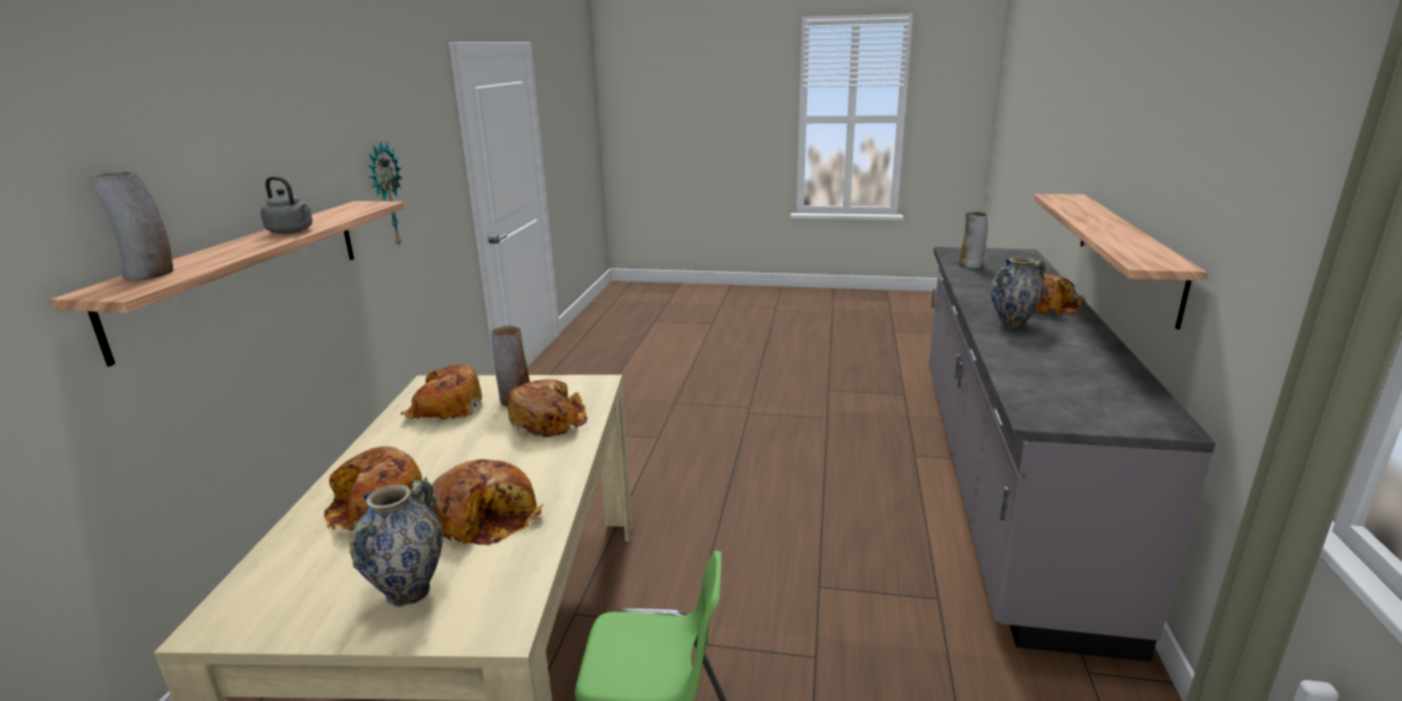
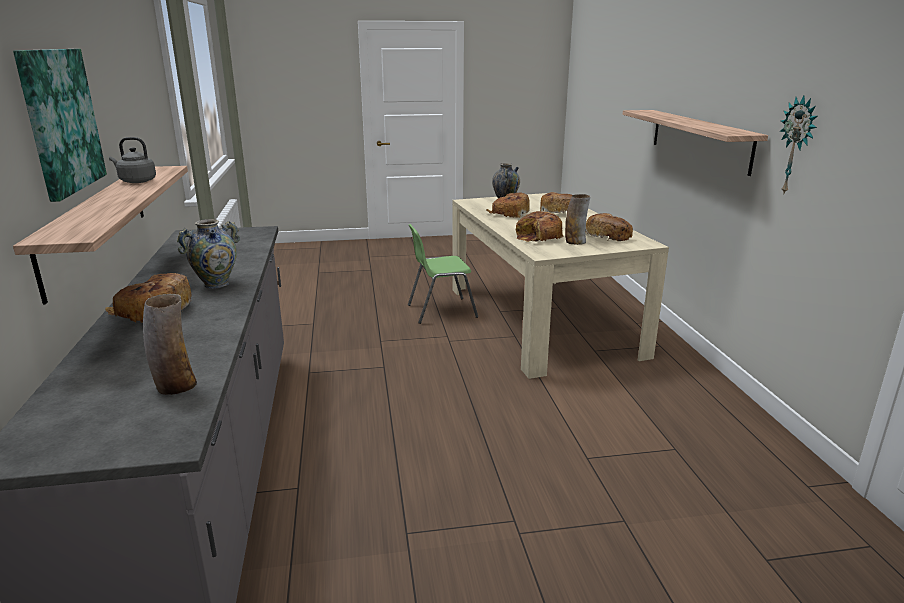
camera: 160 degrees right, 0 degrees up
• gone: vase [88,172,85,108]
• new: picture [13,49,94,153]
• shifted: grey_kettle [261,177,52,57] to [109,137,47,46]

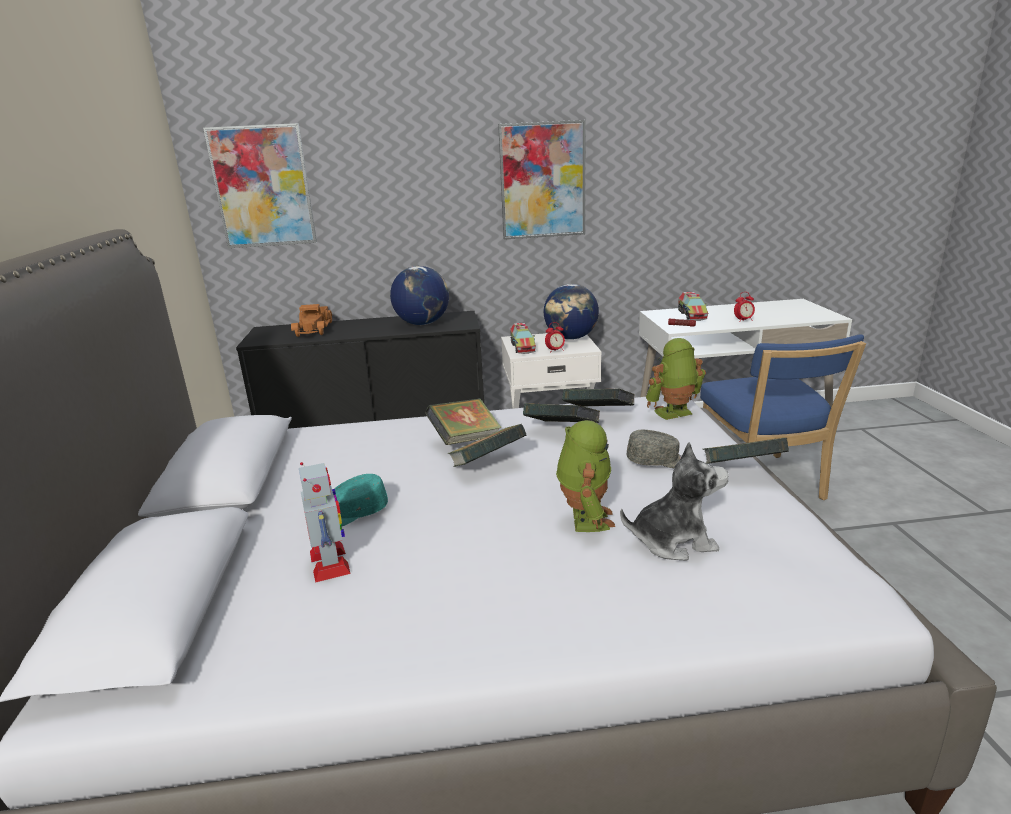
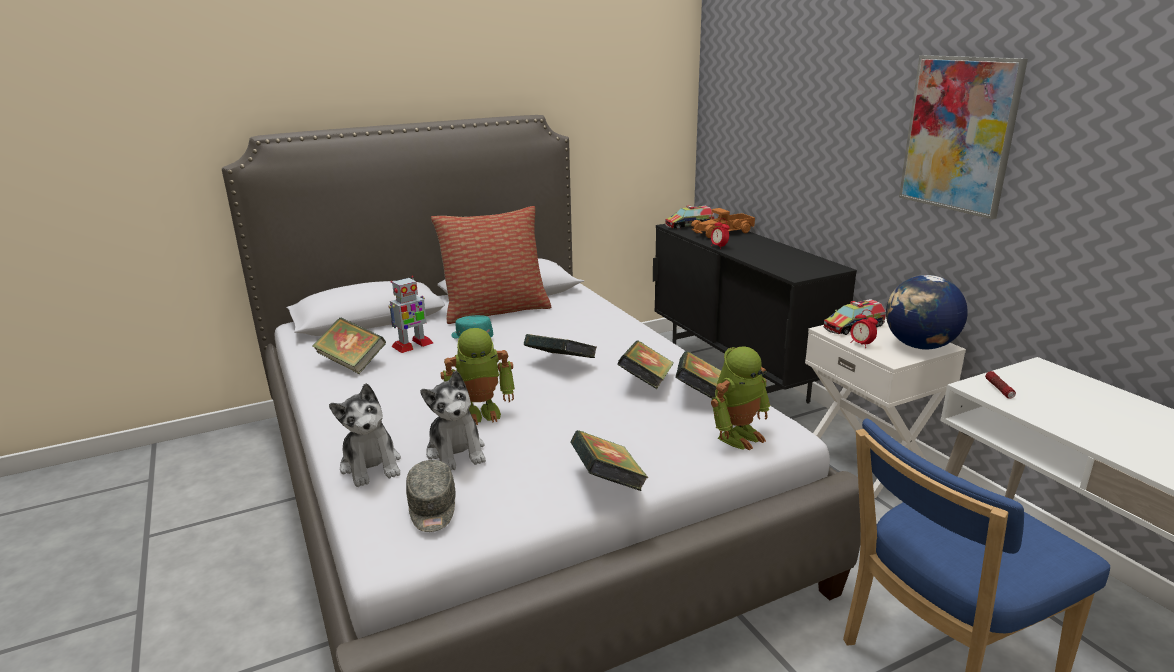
camera: 70 degrees right, 0 degrees up
• gone: picture [203,123,114,125]
• gone: globe [390,266,59,59]
• new: plush_toy [329,383,72,104]
• new: pillow [431,206,120,118]
• shifted: book [425,398,77,47] to [312,317,74,57]
• shifted: grey_cap [626,430,56,38] to [406,460,50,72]
• shifted: toy_truck [678,292,30,29] to [665,205,49,25]
• shifted: alarm_clock [734,292,21,30] to [711,218,19,31]
• rotated: toy_robot [646,338,60,82] = [711,346,60,104] 90 degrees clockwise

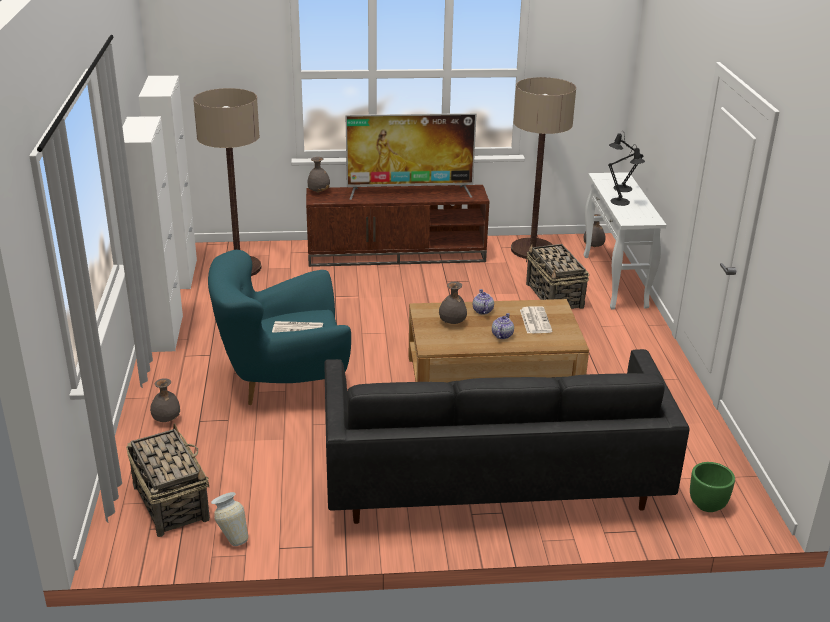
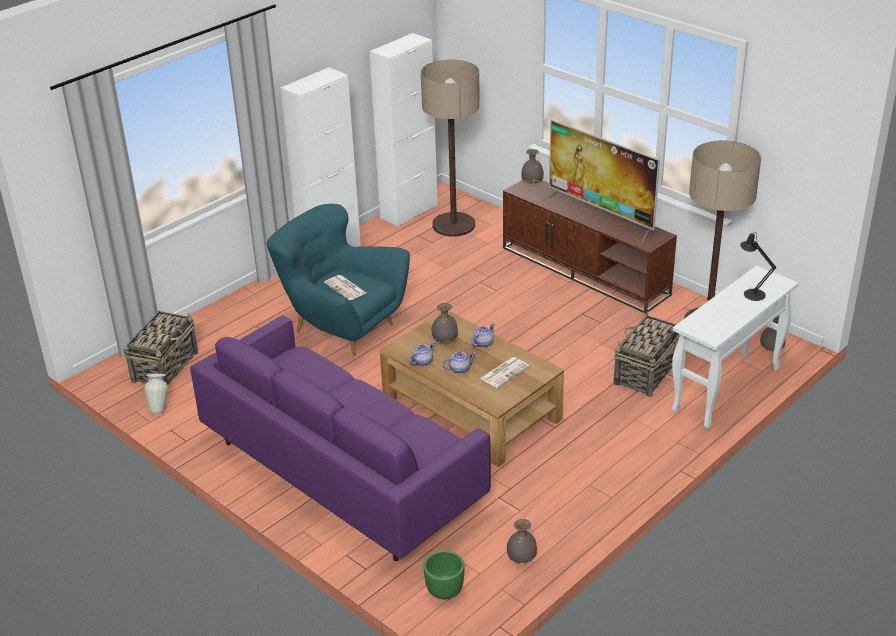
camera: 50 degrees right, 5 degrees up
• gone: black_table_lamp [608,144,37,62]
• new: teapot [409,342,26,24]
• shifted: grey_vase [150,378,30,44] to [507,519,30,44]
• repainted: black_sofa [325,349,365,175] to purple_sofa [190,315,301,246]

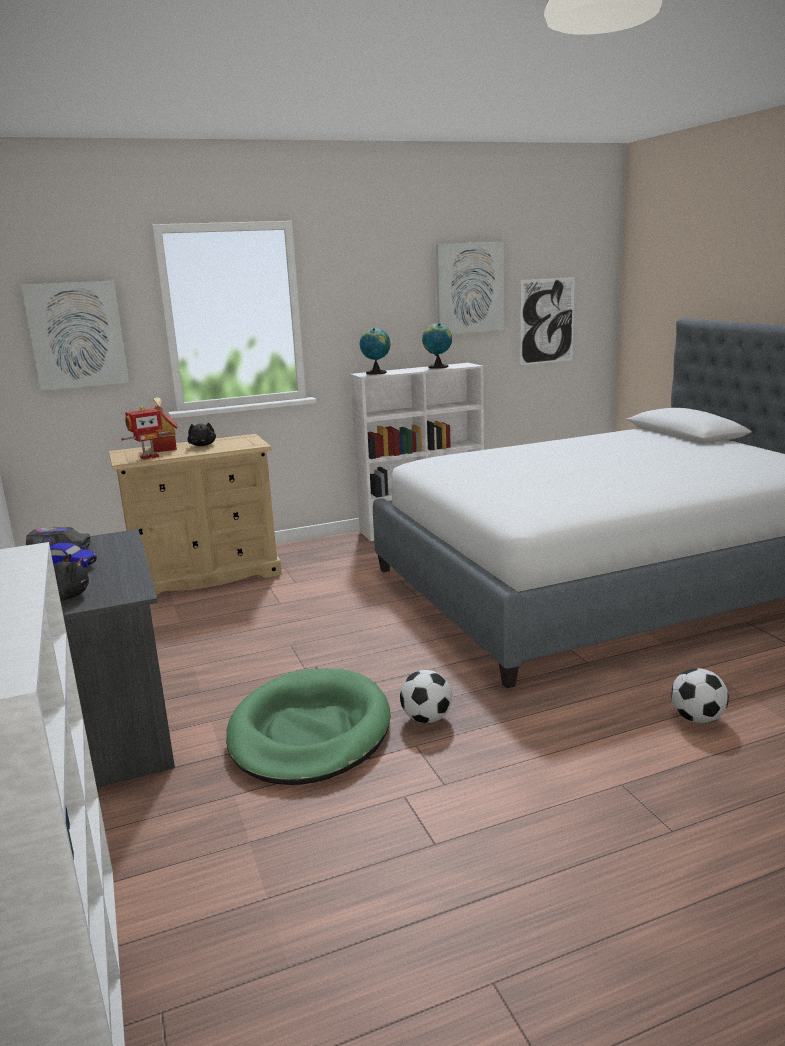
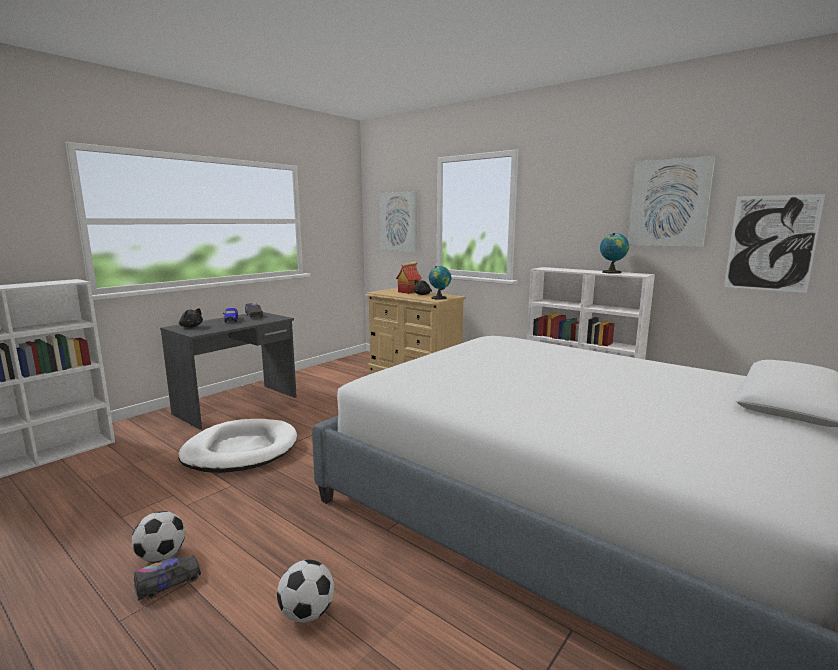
camera: 60 degrees right, 5 degrees down
• gone: toy_robot [121,406,49,54]
• new: toy_truck [134,555,67,45]
• shifted: globe [360,328,31,47] to [429,266,22,34]
• shifted: football [400,670,52,53] to [132,511,53,51]
• repainted: green_dog_bed [226,668,165,117] to white_dog_bed [178,419,119,54]

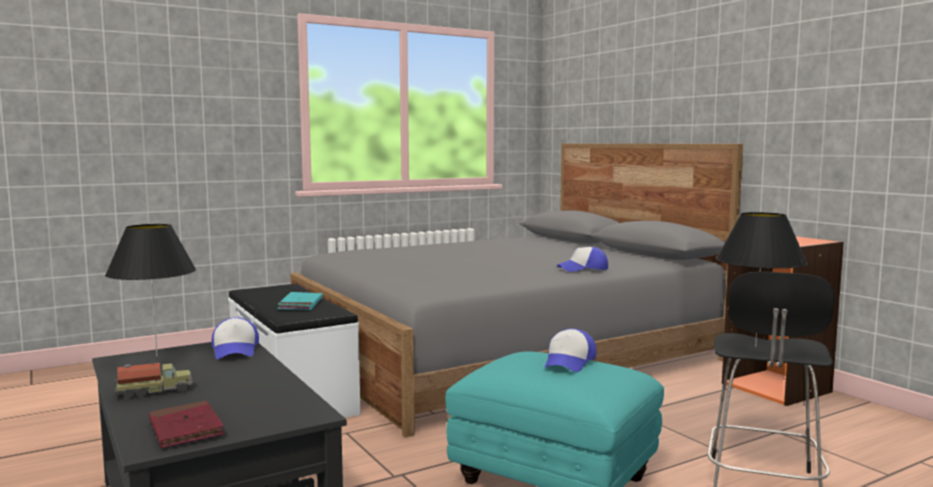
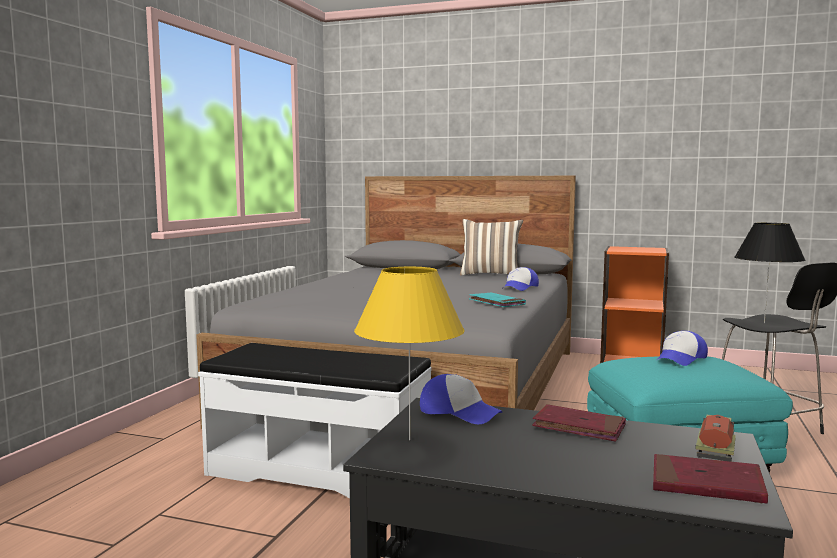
camera: 40 degrees left, 0 degrees up
• new: pillow [460,219,63,57]
• new: red_book [532,404,94,38]
• shifted: toy_truck [115,362,77,37] to [695,415,41,46]
• shifted: turquoise_book [278,292,44,18] to [469,292,57,15]
• repainted: black_table_lamp [105,224,91,133] to yellow_table_lamp [354,267,111,174]
• rotated: cap [545,329,52,43] = [657,331,51,35] 60 degrees clockwise

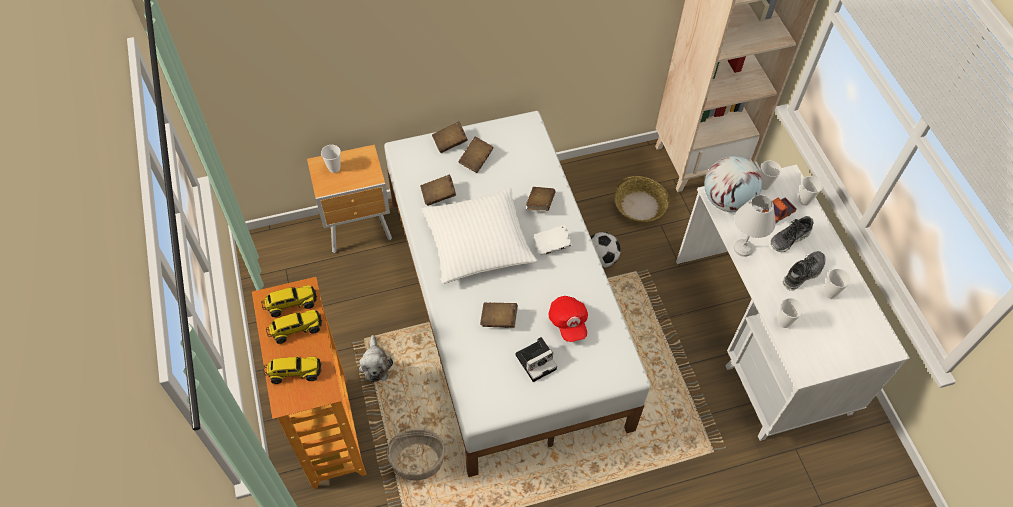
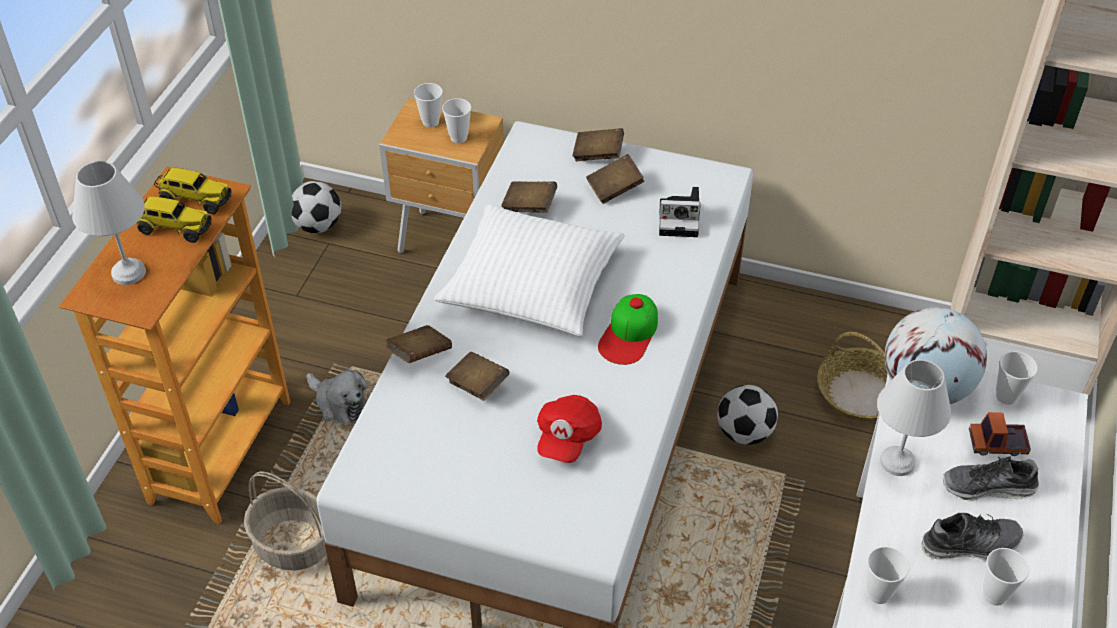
camera: 35 degrees right, 10 degrees down
• new: football [292,181,49,52]
• shifted: photo_camera [516,337,41,45] to [659,187,41,50]
• shifted: brown_book [526,187,30,24] to [386,325,66,38]
• shifted: cup [799,176,24,30] to [442,98,29,45]
• swapped: toy_truck [264,357,58,27] to white_table_lamp [72,161,74,124]
• swapped: white_book [534,224,38,32] to cap [598,294,60,71]
• rotated: plush_toy [359,335,34,47] = [306,370,62,53] 75 degrees counterclockwise

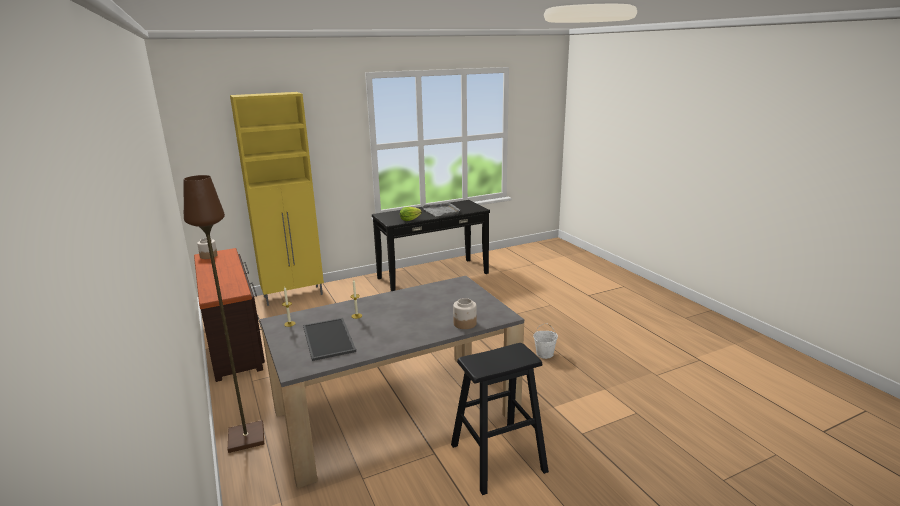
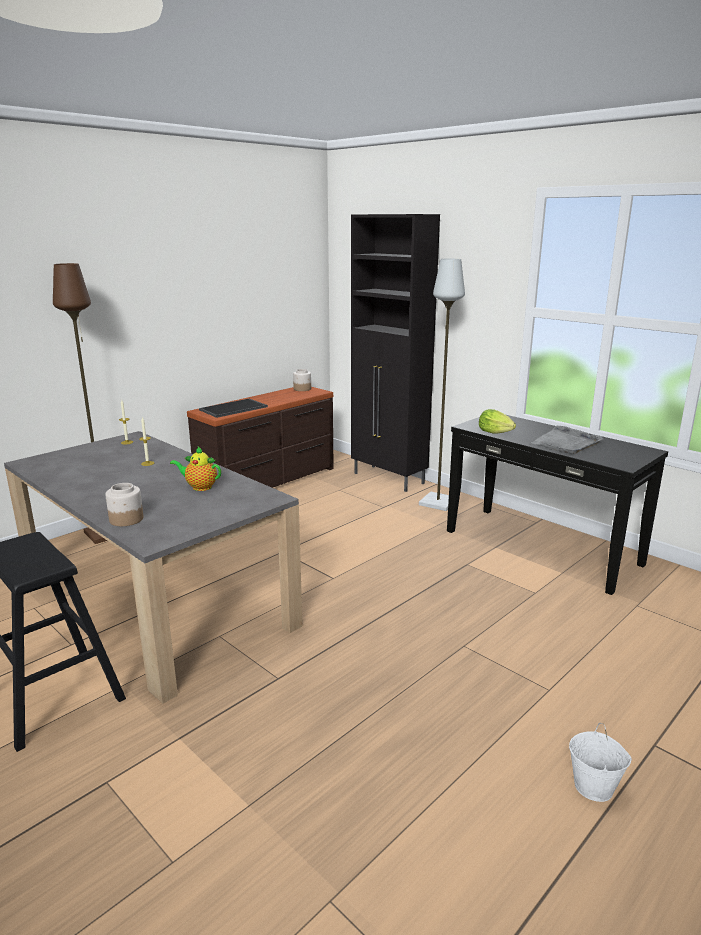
camera: 70 degrees right, 0 degrees up
• new: teapot [170,447,51,44]
• new: grey_floor_lamp [419,258,46,253]
• shifted: tray [303,318,53,43] to [199,399,69,19]
• shifted: white_bucket [533,323,25,36] to [569,723,63,79]
• repainted: yellow_cabinet [230,92,94,214] to black_cabinet [351,214,89,278]

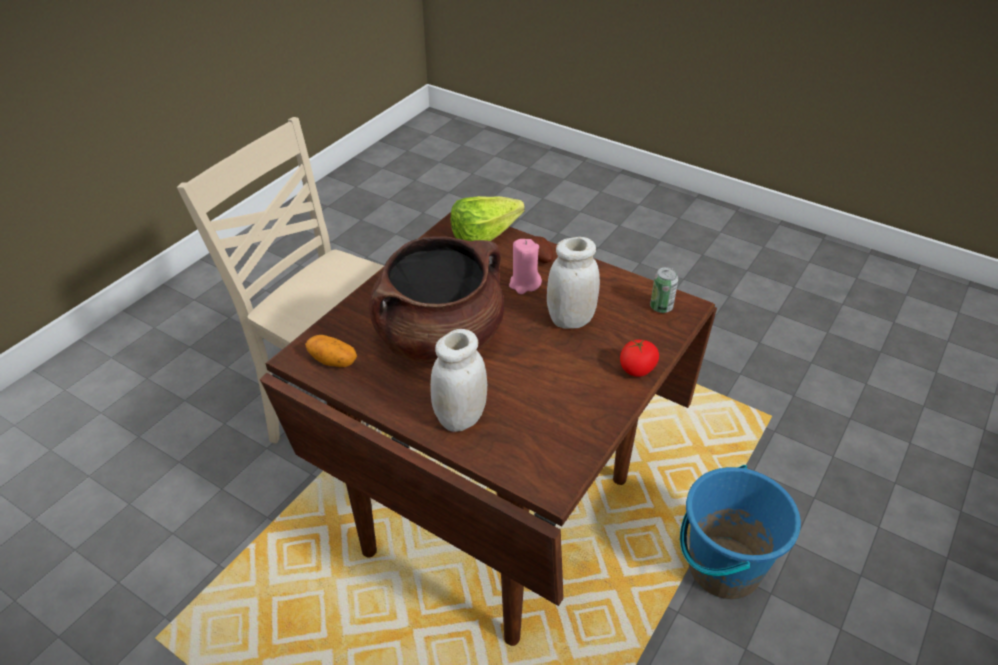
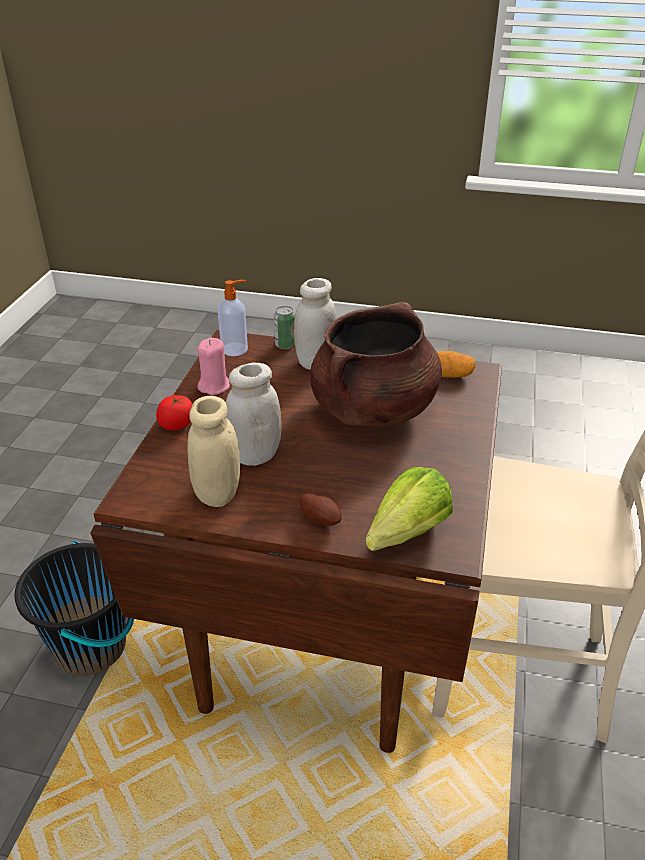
camera: 160 degrees right, 5 degrees down
• new: beige_jar [187,396,53,111]
• new: soap_dispenser [218,280,30,76]
• shifted: pink_candle [509,239,33,55] to [197,338,33,57]
• shifted: can [650,267,28,46] to [274,306,21,43]
• repainted: blue_bucket [680,465,121,134] to black_bucket [14,541,120,135]

